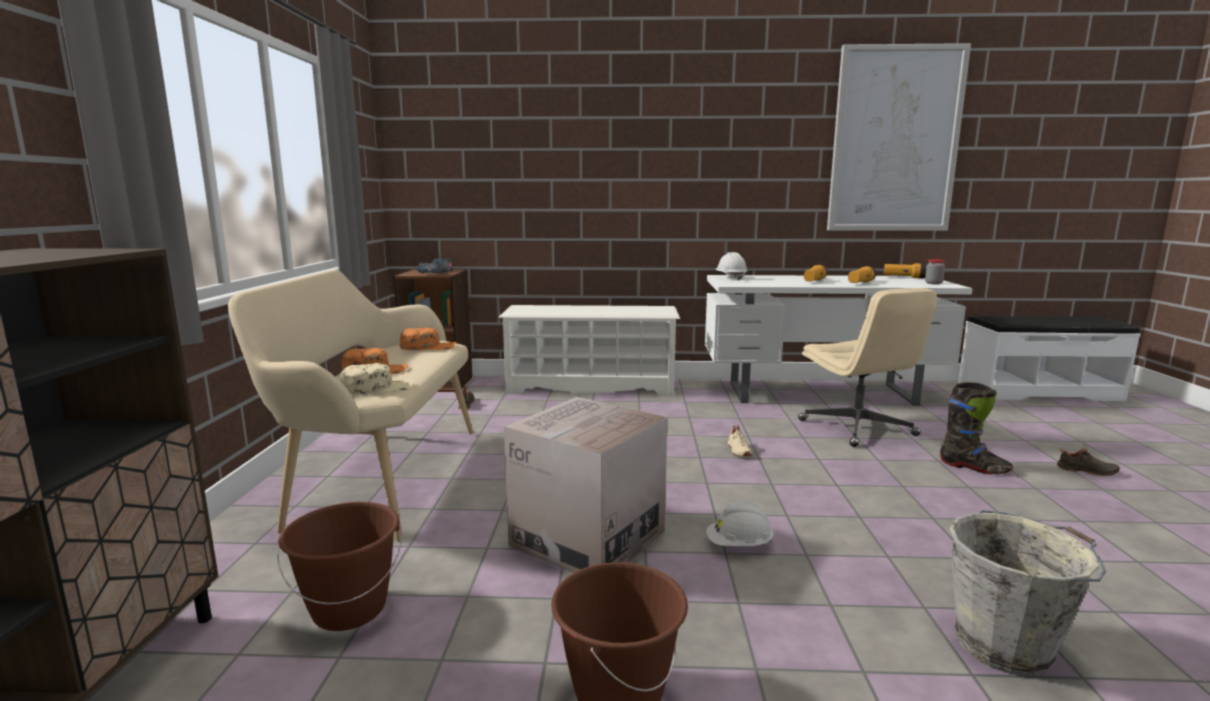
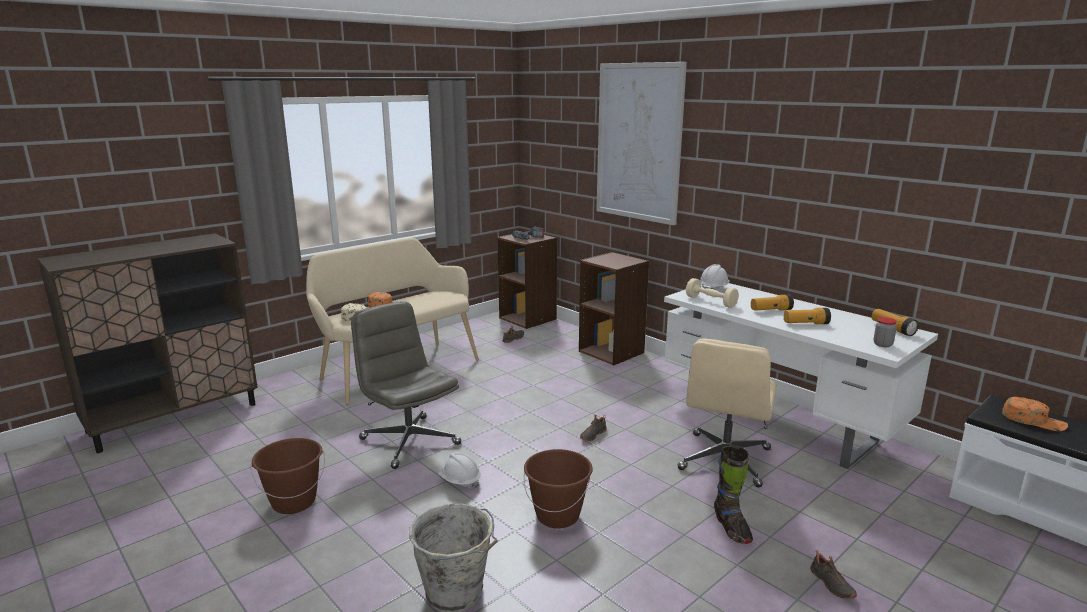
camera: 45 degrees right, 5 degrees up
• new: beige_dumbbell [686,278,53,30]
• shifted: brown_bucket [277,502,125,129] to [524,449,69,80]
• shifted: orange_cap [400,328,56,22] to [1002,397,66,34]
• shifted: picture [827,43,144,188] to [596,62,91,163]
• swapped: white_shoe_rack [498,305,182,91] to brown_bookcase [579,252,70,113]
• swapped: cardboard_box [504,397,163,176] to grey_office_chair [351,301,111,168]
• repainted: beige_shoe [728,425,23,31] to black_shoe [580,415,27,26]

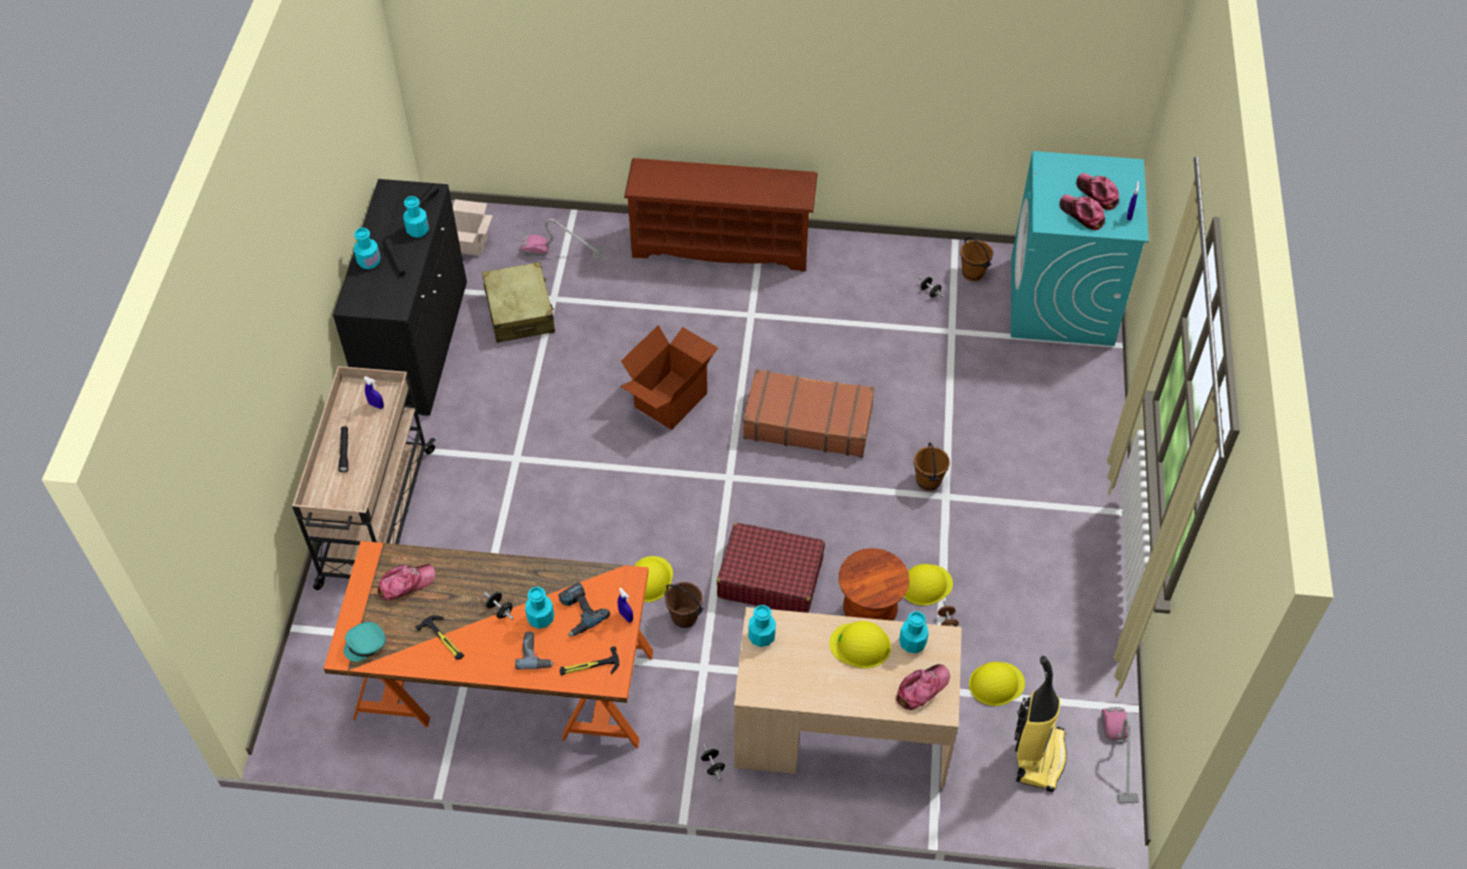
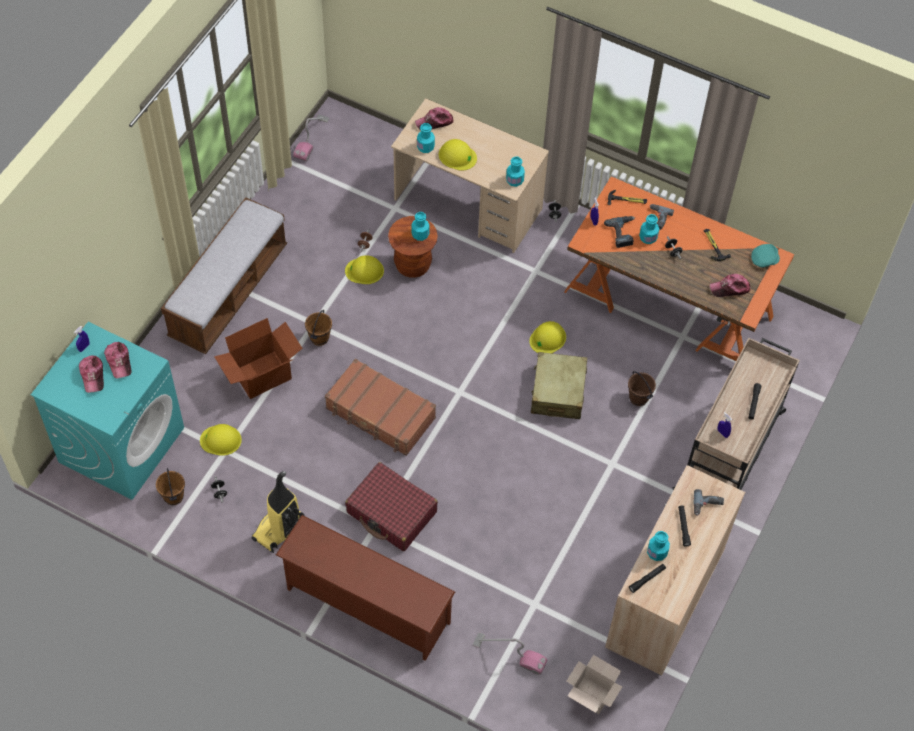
camera: 160 degrees left, 5 degrees up
• new: bench [161,197,126,157]
• new: power_drill [694,489,30,27]
• shifted: turquoise_bottle [354,227,26,42] to [411,212,18,29]
• shifted: beige_suitcase [482,262,73,81] to [531,352,56,67]
• shifted: cardboard_box [620,325,98,105] to [214,318,89,81]
• shifted: brown_bucket [664,582,40,46] to [628,371,28,35]
• shifted: red_suitcase [717,523,108,90] to [345,462,93,89]
• shifted: yellow_hard_hat [969,662,56,44] to [200,424,42,32]
• shifted: vacuum_cleaner [1014,656,53,136] to [252,471,52,82]
• repainted: black_cabinet [333,179,134,237] to beige_cabinet [605,465,140,211]

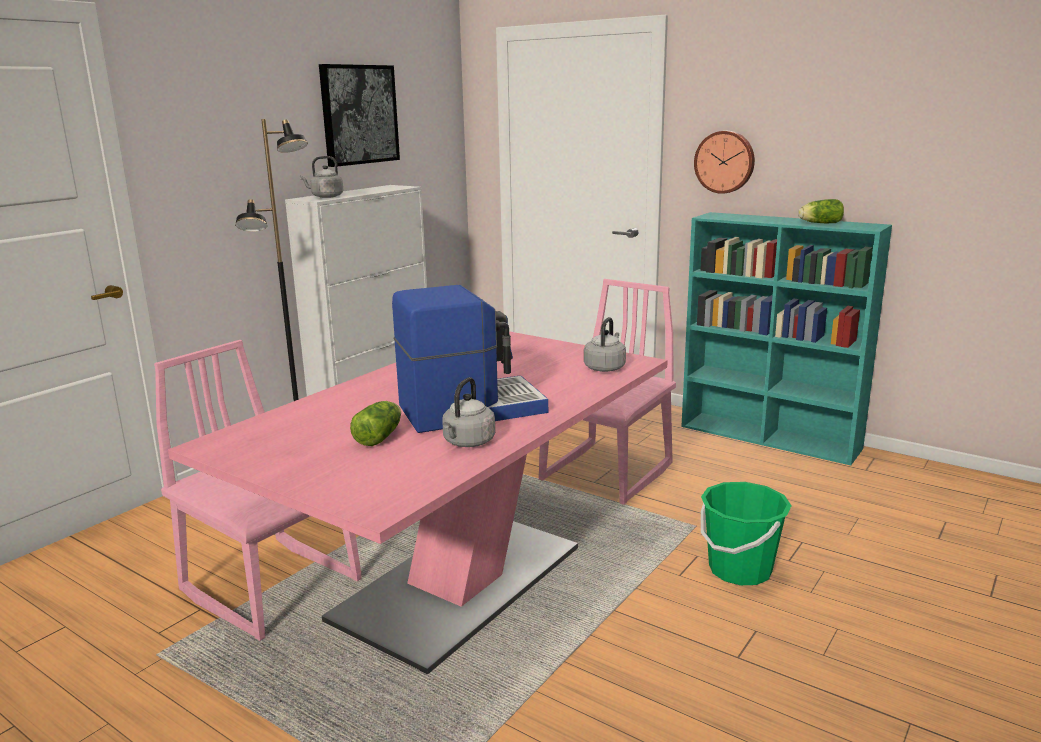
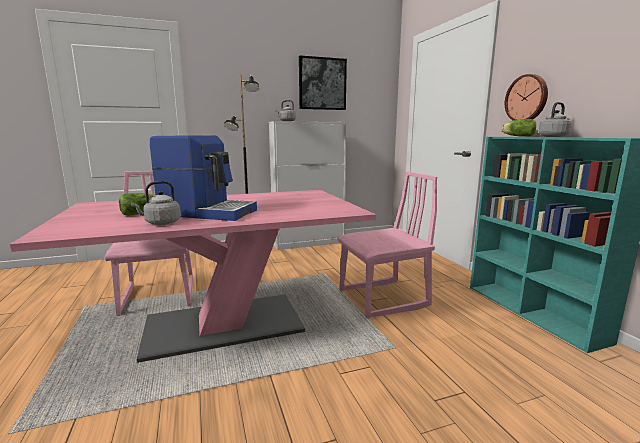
camera: 35 degrees right, 5 degrees down
• gone: green_bucket [701,482,91,103]
• shifted: grey_kettle [584,317,42,55] to [538,102,33,35]
• shifted: lettuce [798,199,46,24] to [501,119,35,18]

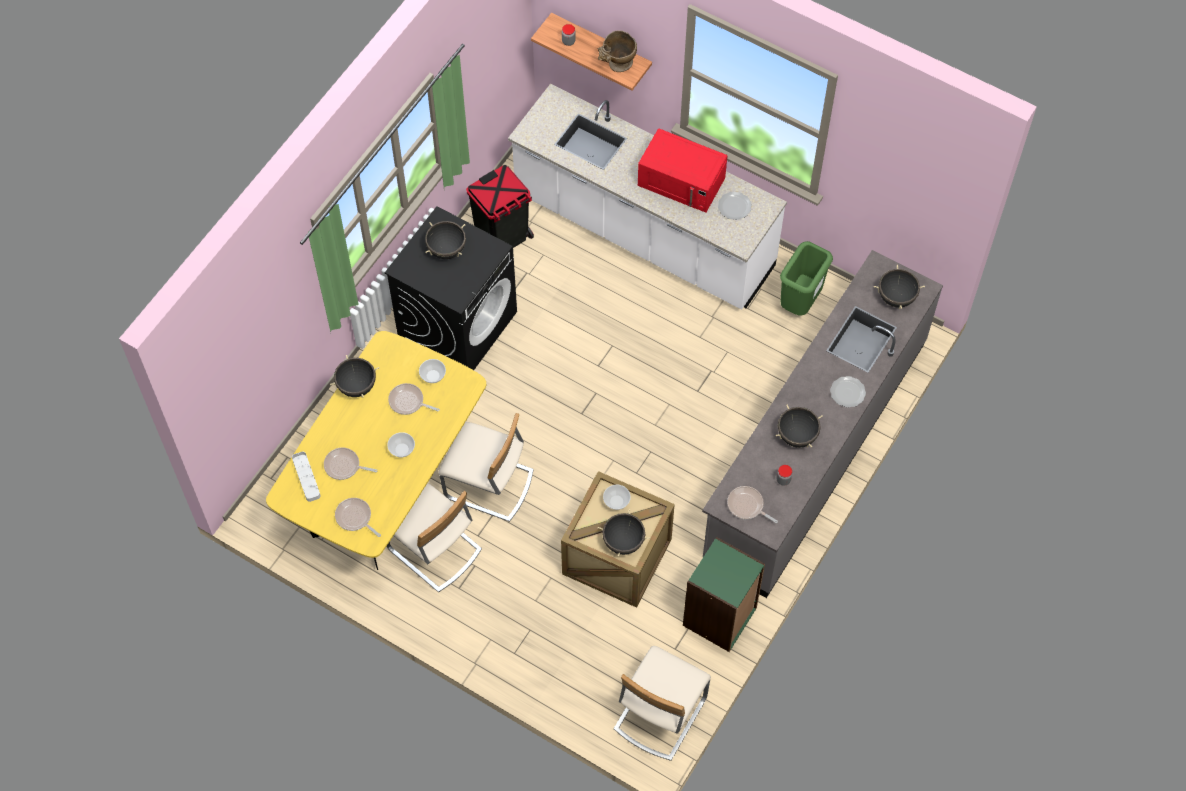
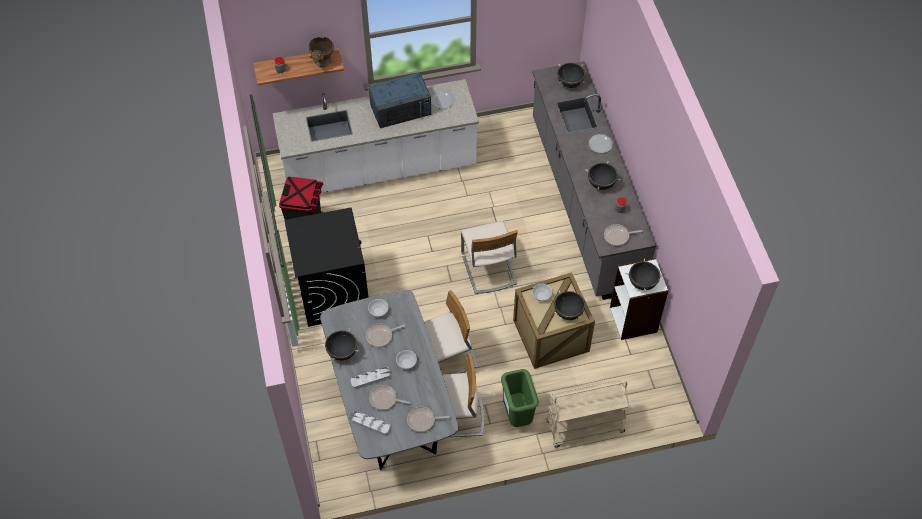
camera: 45 degrees left, 5 degrees down
• new: grey_tray [350,367,41,22]
• new: beige_cart [546,380,83,67]
• shifted: black_cooking_pot [425,221,41,38] to [625,258,39,33]
• shifted: beige_chair [614,646,97,115] to [461,221,57,73]
• shifted: green_trash_can [780,241,53,75] to [501,369,38,58]
• repainted: yellow_dining_table [266,331,220,239] to grey_dining_table [320,290,139,180]
• repainted: red_microwave [638,129,89,84] to blue_microwave [369,73,62,55]
• repainted: green_bookcase [683,537,82,115] to white_bookcase [610,258,59,82]
• rotated: frying_pan [324,447,53,33] = [369,385,42,25] 45 degrees clockwise

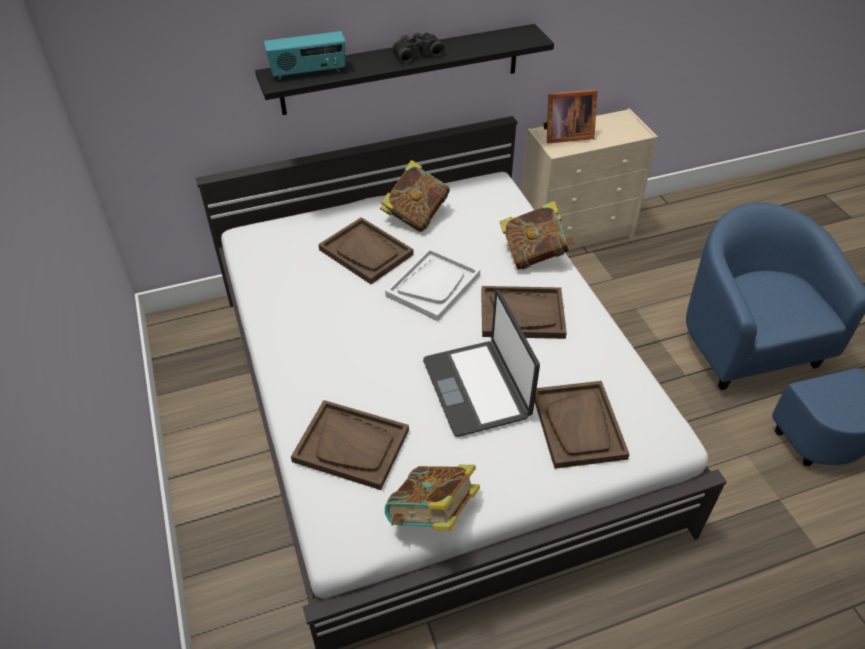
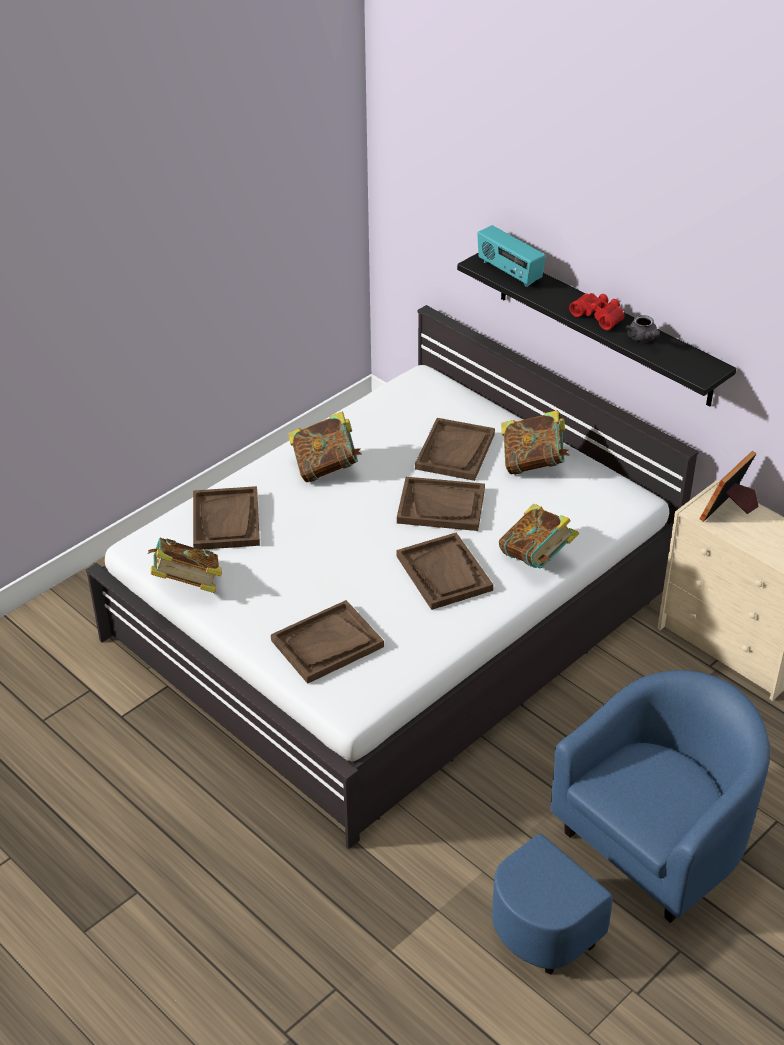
camera: 65 degrees right, 5 degrees down
• gone: laptop [423,290,117,147]
• new: book [288,412,74,70]
• new: grey_teapot [625,315,35,27]
• repainted: white_tray [385,248,95,73] to brown_tray [397,477,88,54]
• repainted: black_binoculars [392,32,53,32] to red_binoculars [569,293,55,37]
• rotated: picture_frame [544,90,54,53] = [700,451,59,71] 75 degrees clockwise

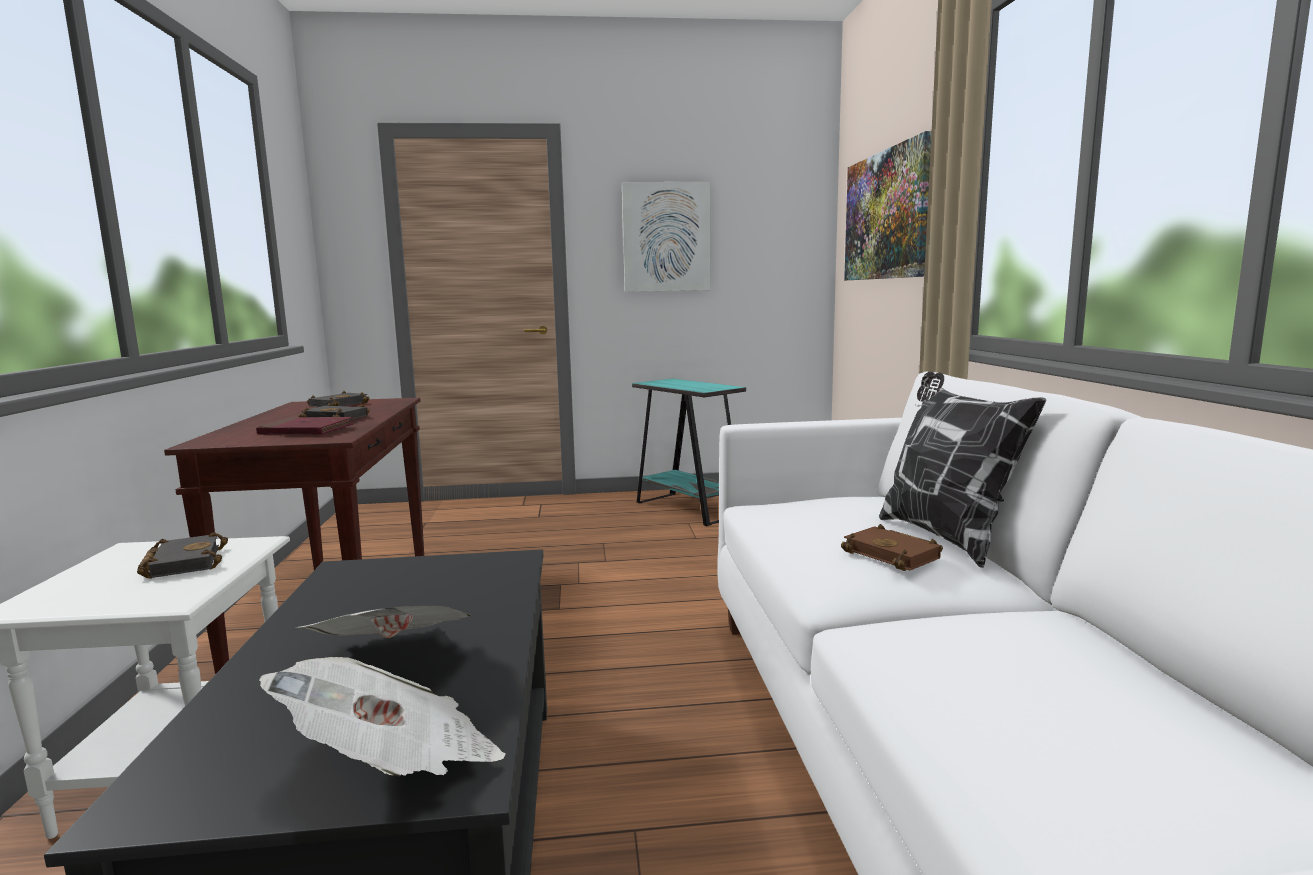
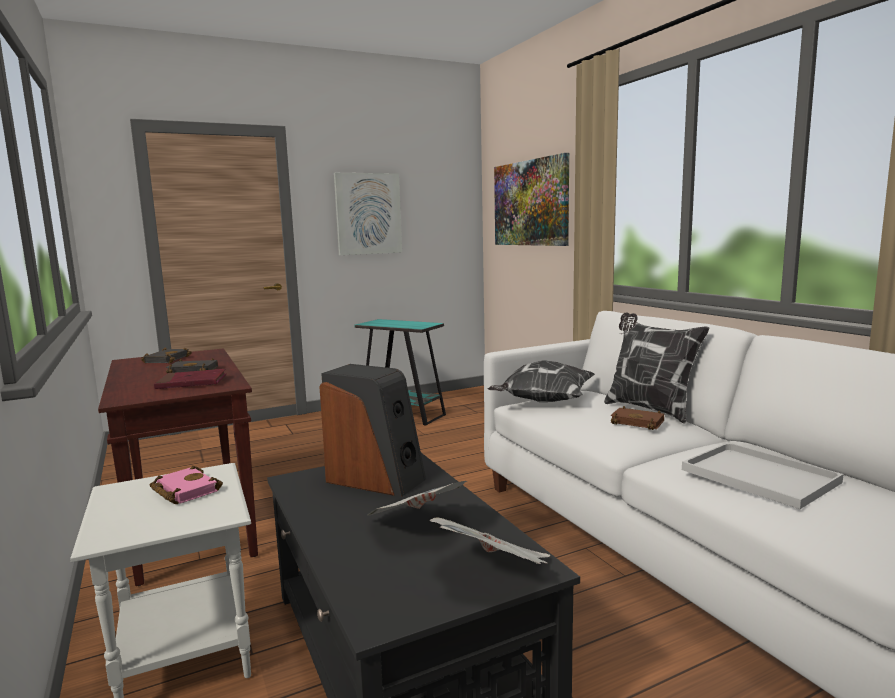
camera: 20 degrees left, 0 degrees up
• new: speaker [319,364,107,133]
• new: pillow [487,360,108,42]
• new: white_tray [682,442,162,67]
• repainted: black_book [137,532,91,46] to pink_book [149,466,74,38]

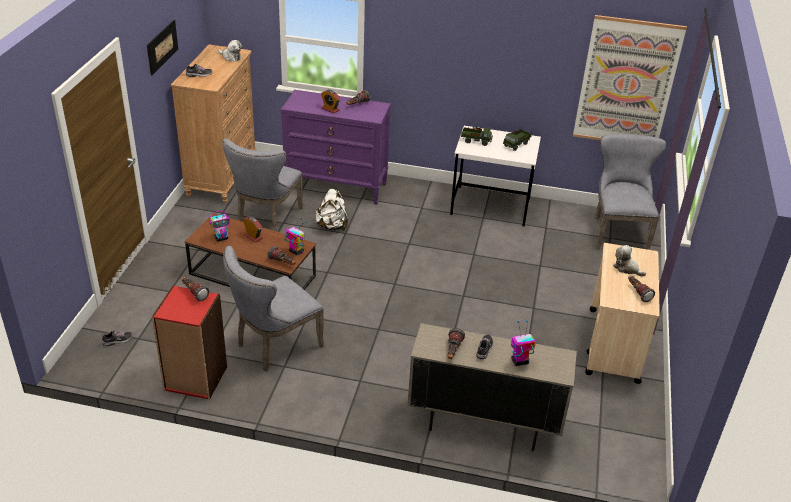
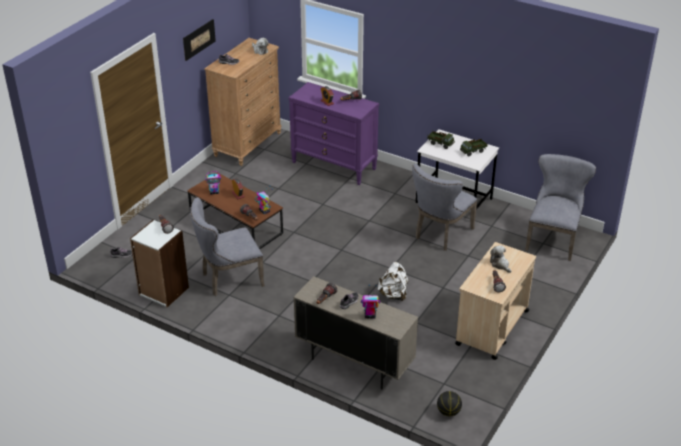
camera: 20 degrees right, 0 degrees up
• gone: picture [573,15,114,125]
• new: basketball [437,391,25,25]
• shifted: grey_chair [222,139,81,93] to [412,164,65,87]
• shifted: white_backpack [315,189,33,41] to [378,262,31,39]
• repainted: red_bookcase [152,285,75,115] to white_bookcase [130,220,59,87]

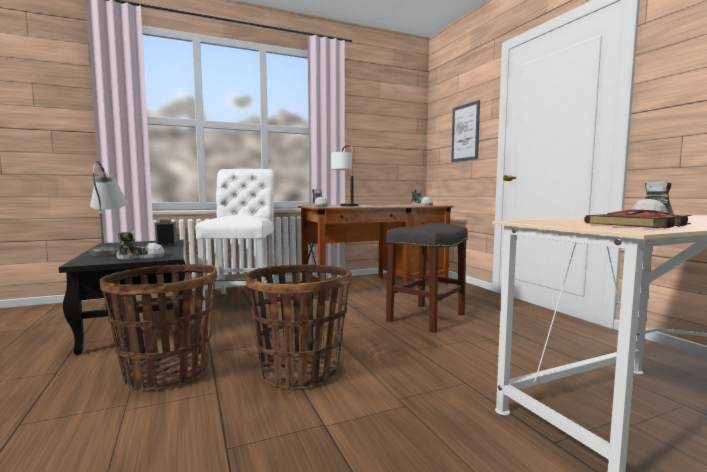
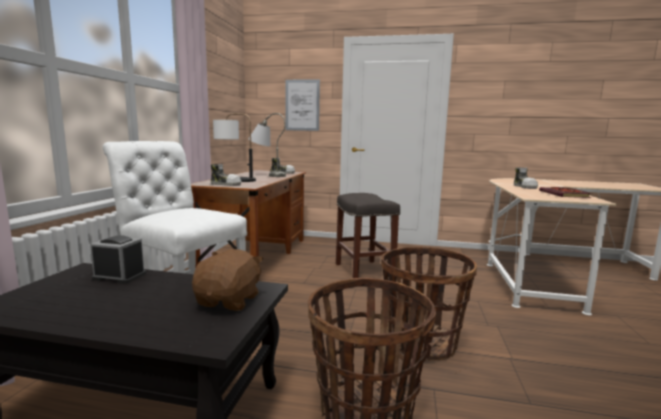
camera: 55 degrees left, 5 degrees up
• shifted: grey_table_lamp [88,161,40,95] to [248,113,38,64]
• swapped: shoe [116,231,49,28] to brown_plush_toy [192,249,71,62]

